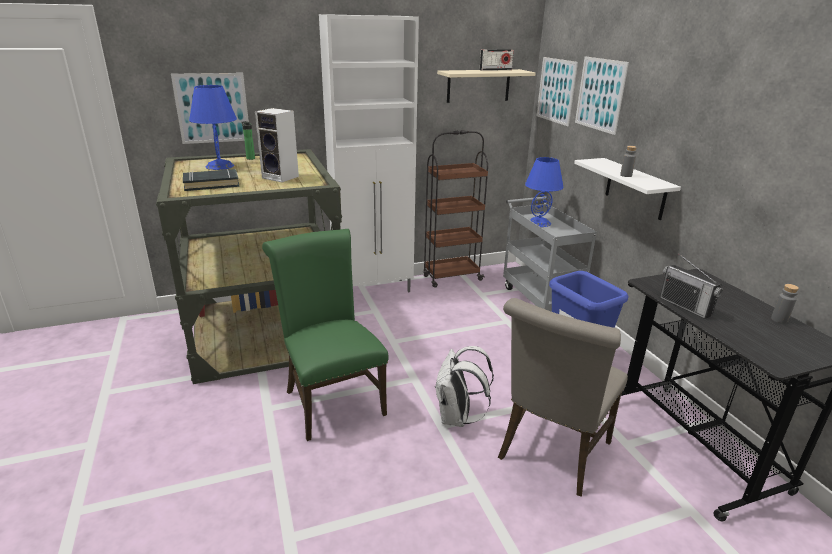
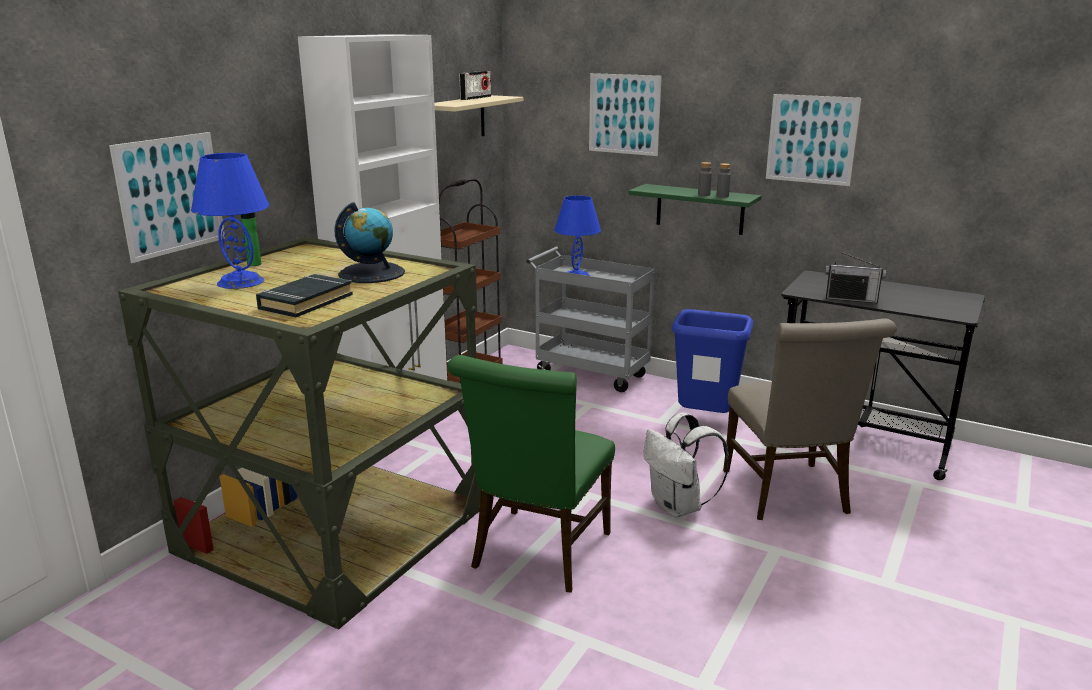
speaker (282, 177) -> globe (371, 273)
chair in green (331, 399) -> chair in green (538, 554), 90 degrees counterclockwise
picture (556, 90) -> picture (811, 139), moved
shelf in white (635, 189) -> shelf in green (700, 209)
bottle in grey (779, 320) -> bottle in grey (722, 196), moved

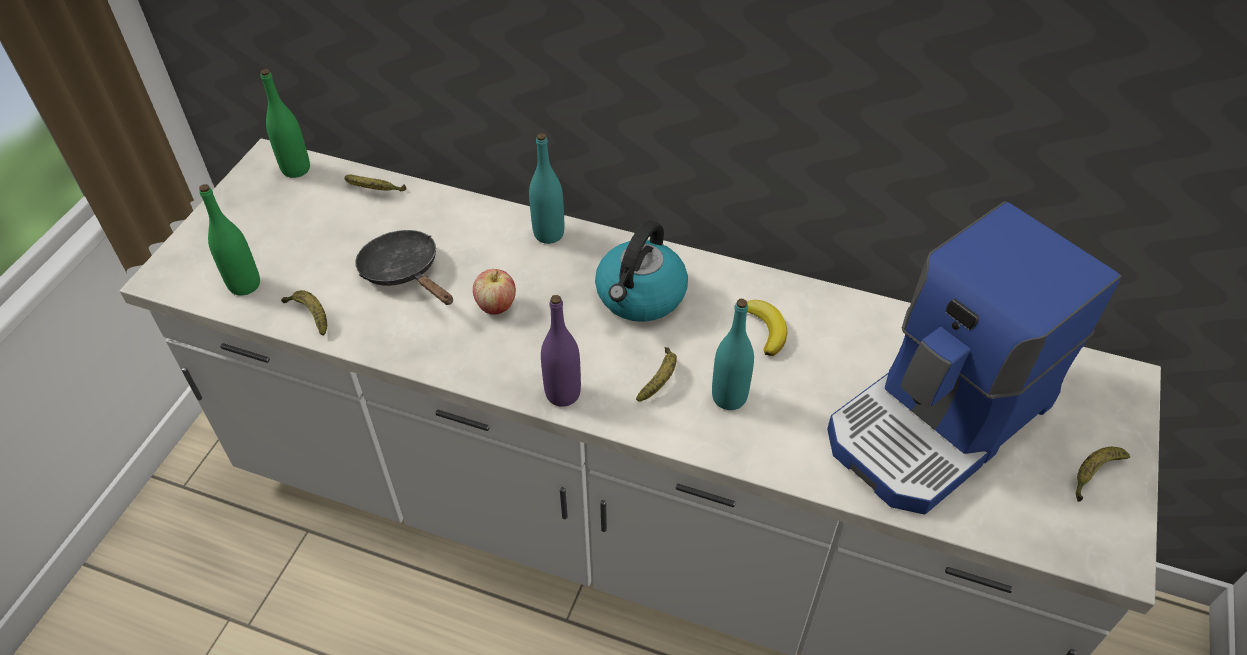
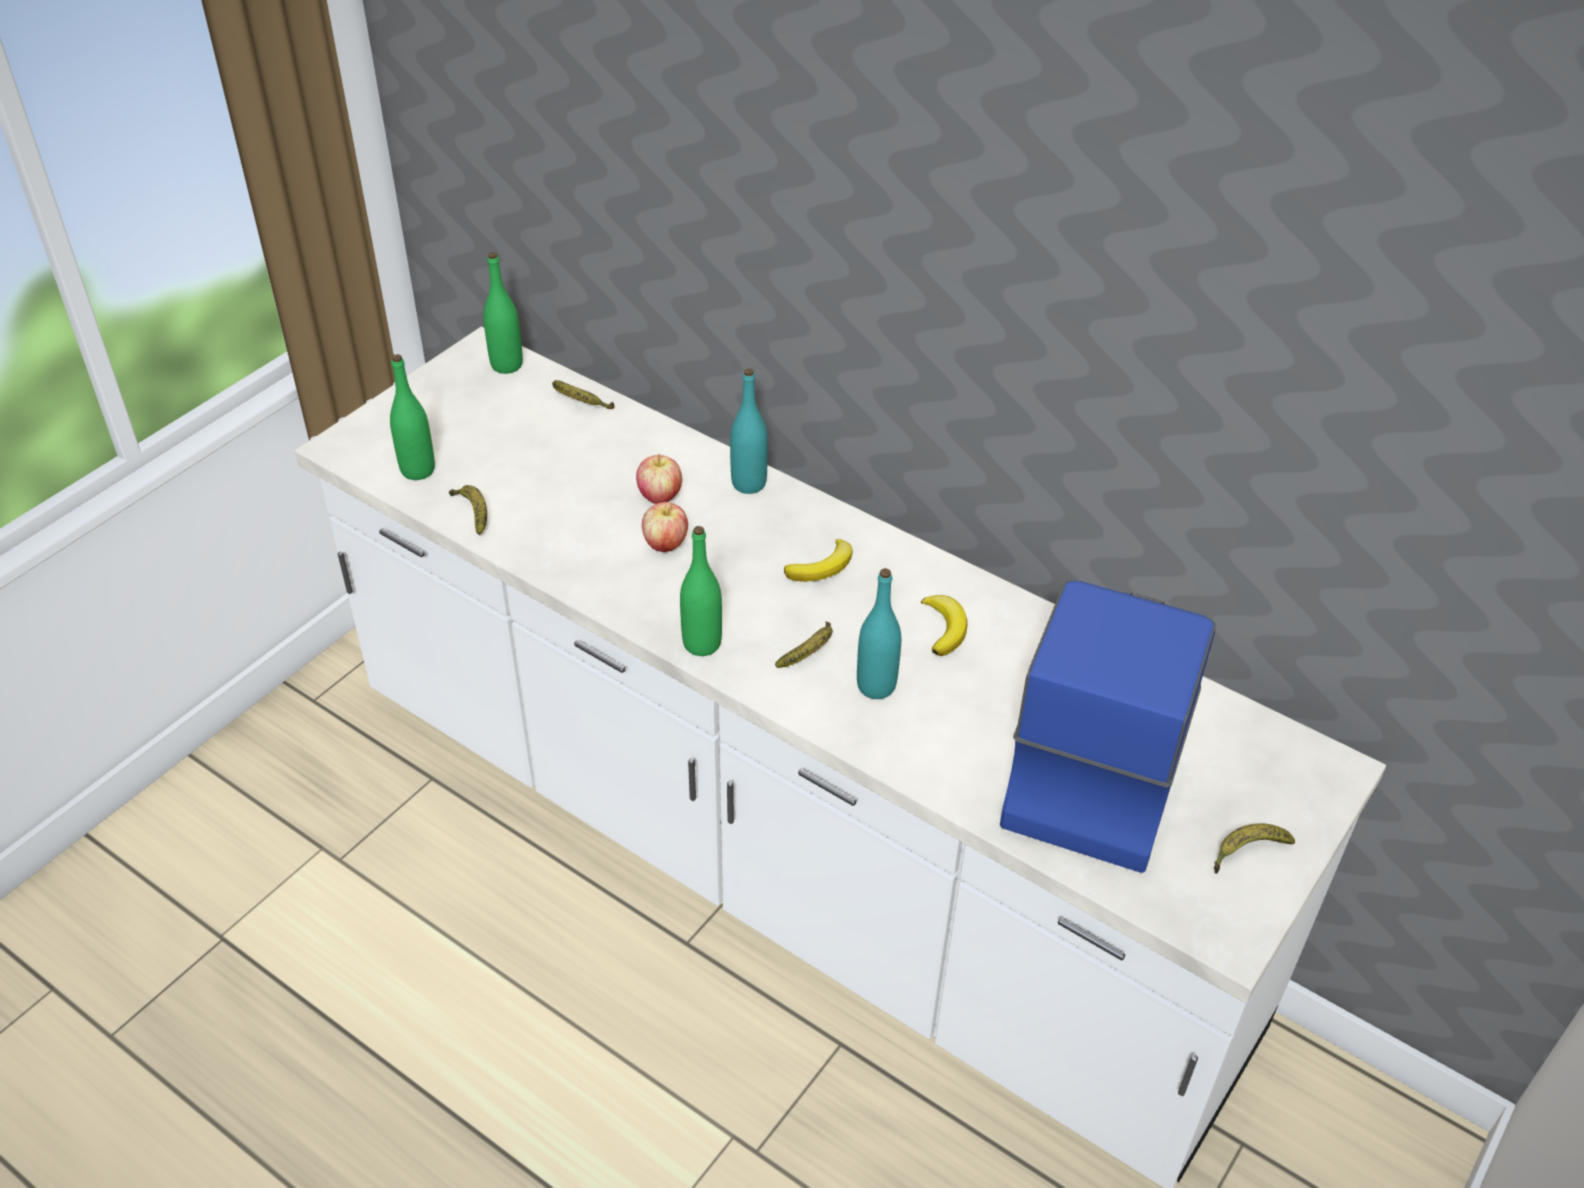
frying pan in black (404, 272) -> none
bottle in purple (563, 393) -> bottle in green (702, 643)
kettle (640, 296) -> banana (822, 566)
coffee machine (939, 422) -> coffee machine (1097, 762), 135 degrees clockwise
none -> apple (660, 496)

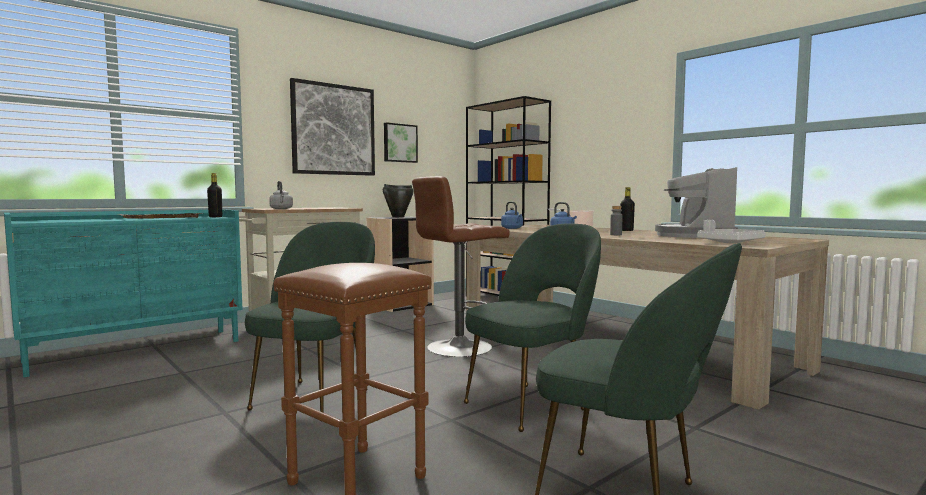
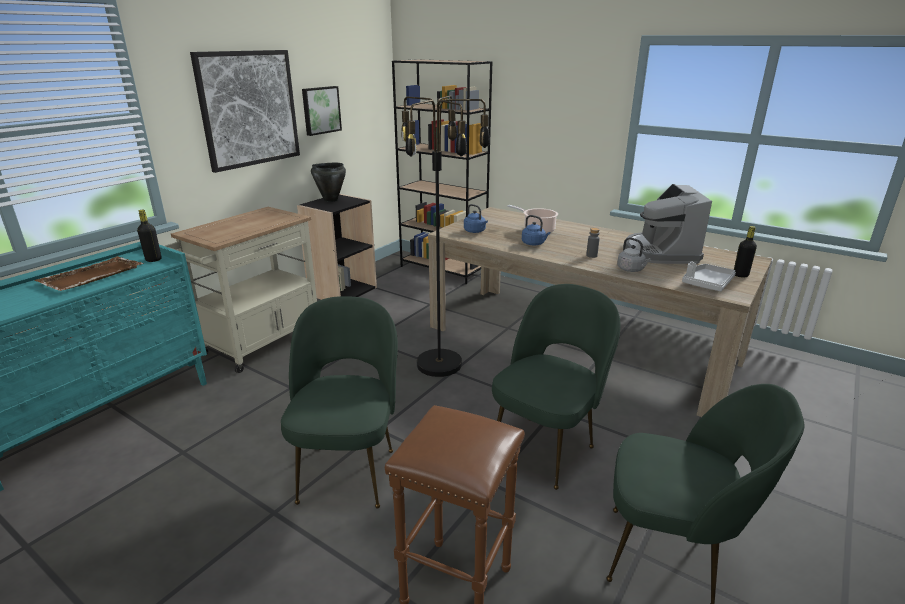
kettle in grey (281, 209) -> kettle in grey (631, 270), moved
stool in brown (458, 347) -> floor lamp (440, 364)
bottle in black (626, 230) -> bottle in black (740, 275), moved

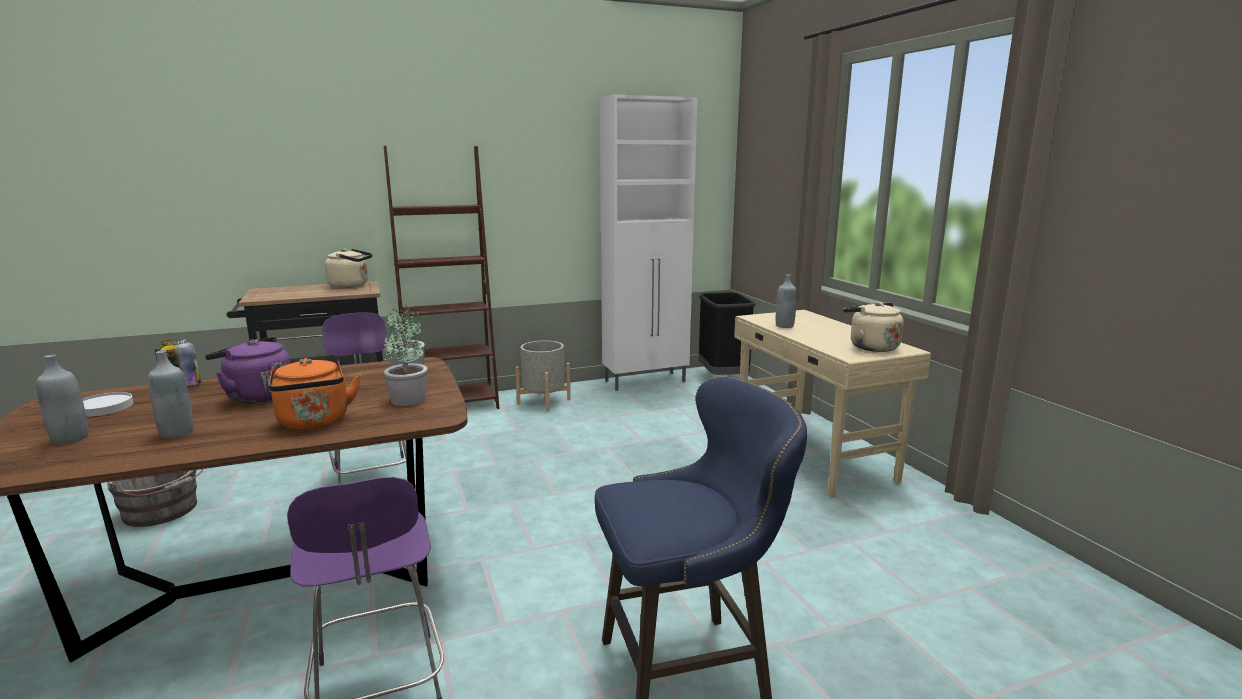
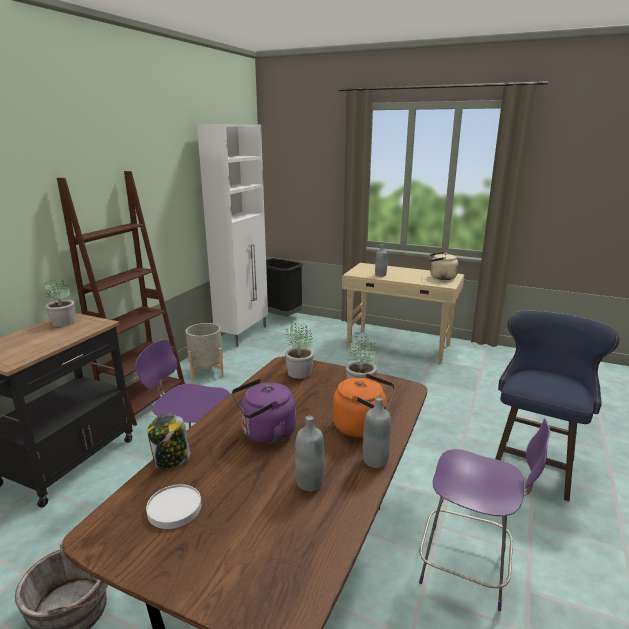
bottle in grey (70, 439) -> bottle in grey (375, 460), moved
kettle in beige (351, 286) -> potted plant (64, 322)

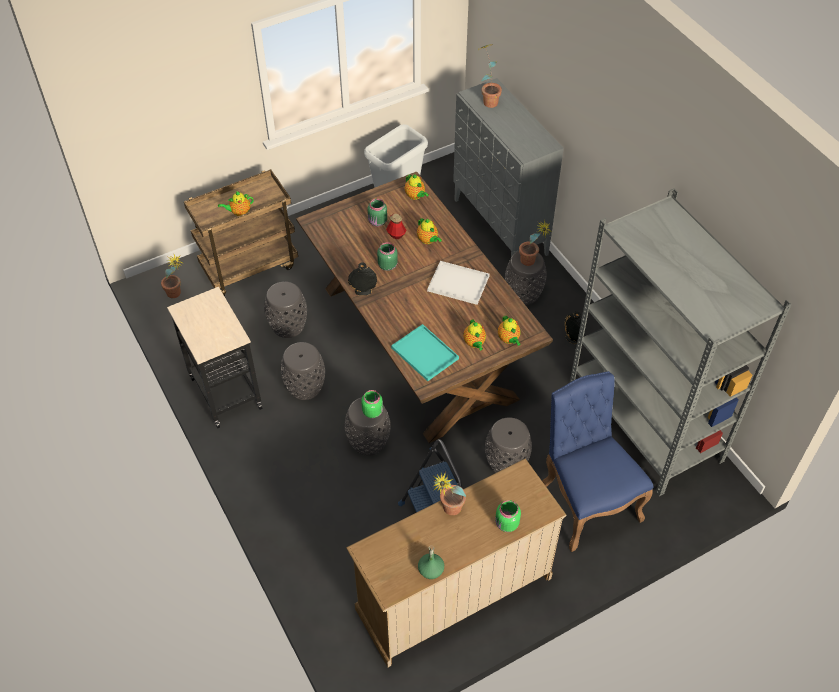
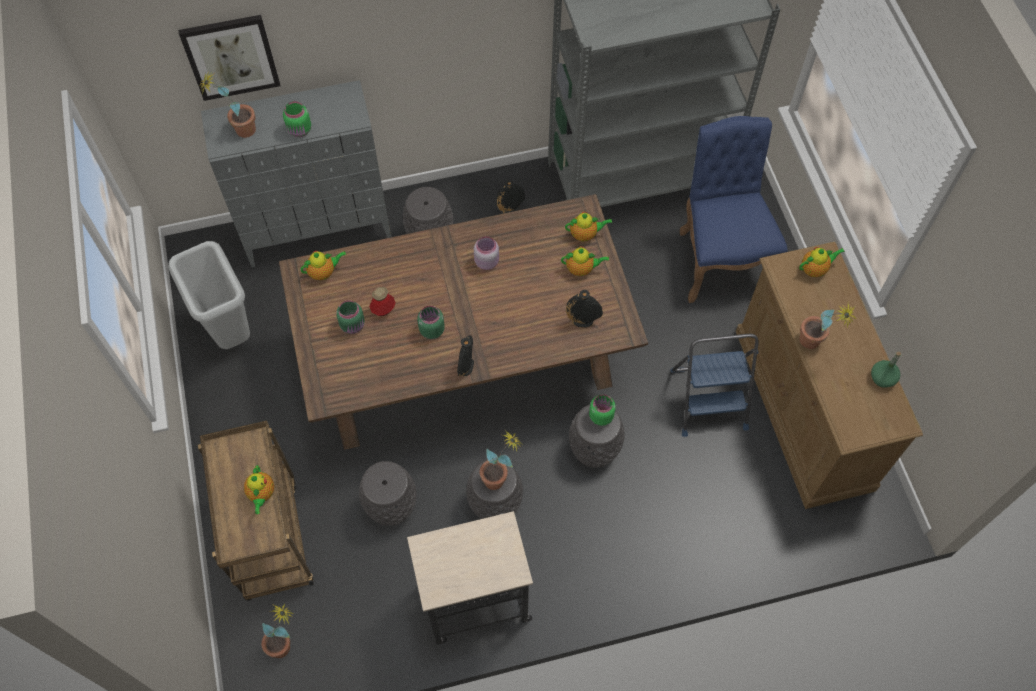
tray in turquoise (426, 353) -> vase in black (583, 321)
teapot (428, 240) -> teapot (815, 269), moved
tray in white (459, 283) -> jar in pink (486, 261)
stool in grey (506, 462) -> none
jar in green (506, 524) -> jar in green (300, 130), moved
potted plant (531, 263) -> potted plant (500, 477), moved
chair in blue (586, 502) -> chair in blue (720, 259), 90 degrees clockwise
none -> picture (231, 57)

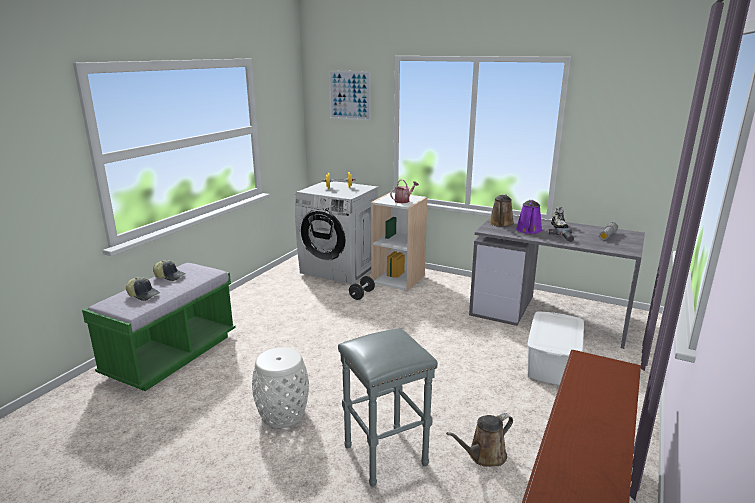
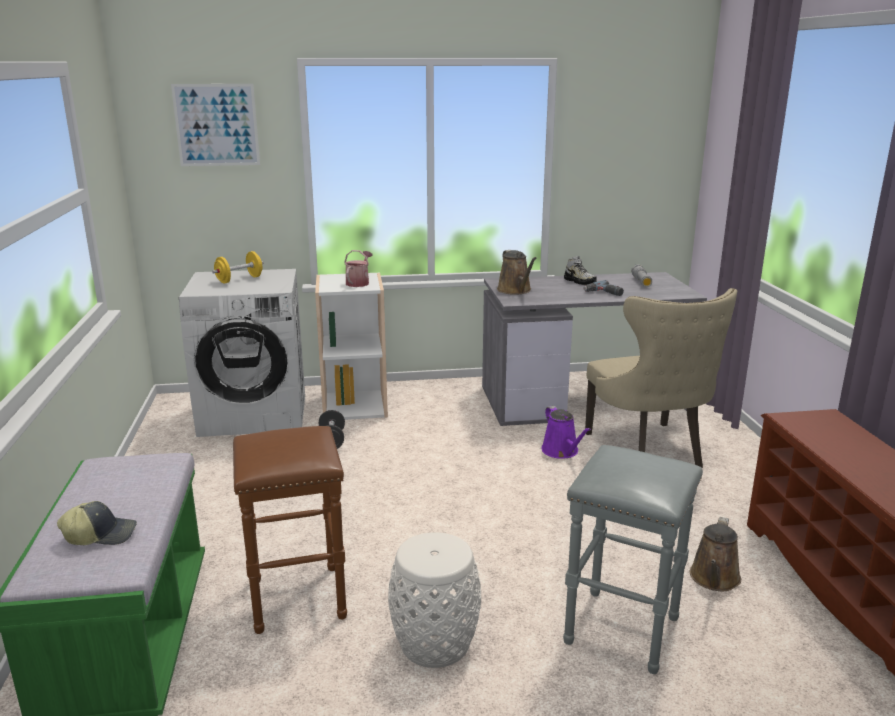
cap (170, 276) -> none
watering can in purple (529, 230) -> watering can in purple (562, 451), moved
storage box in white (552, 362) -> chair in beige (649, 451)
none -> stool in brown (295, 597)

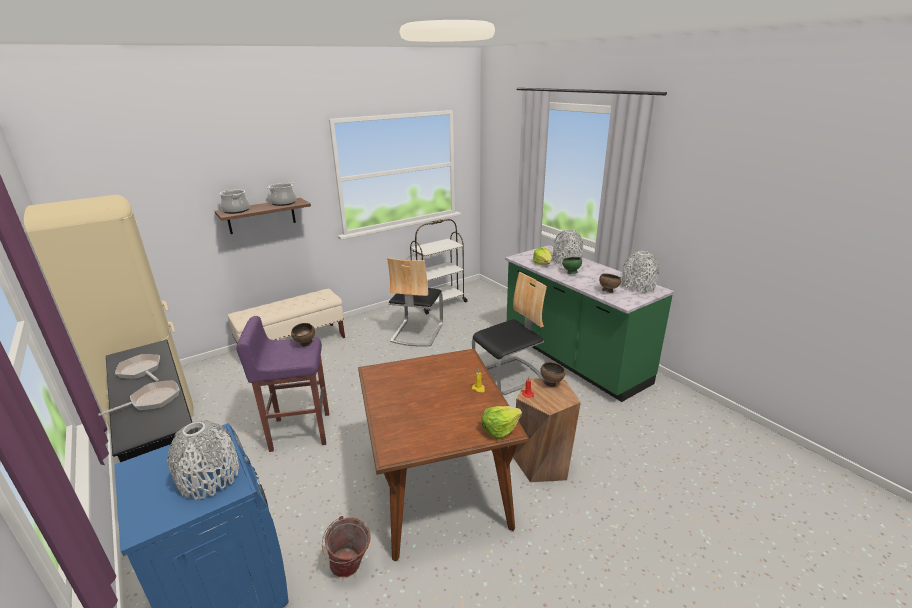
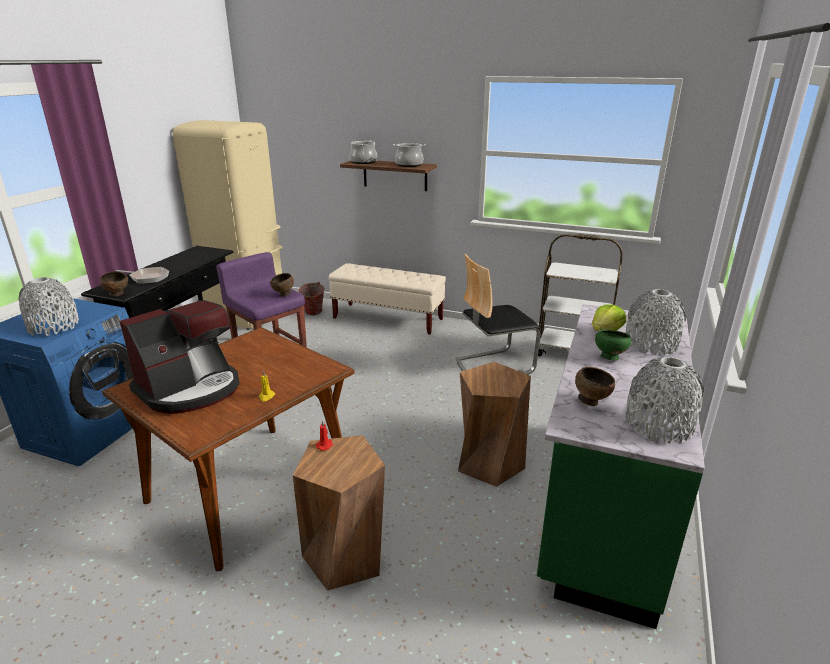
frying pan (141, 370) -> none
bucket (350, 569) -> bucket (312, 313), moved
chair (509, 376) -> stool in brown (489, 462)
lettuce (500, 429) -> none
bowl in brown (551, 384) -> bowl in brown (118, 294), moved
none -> coffee machine (191, 389)

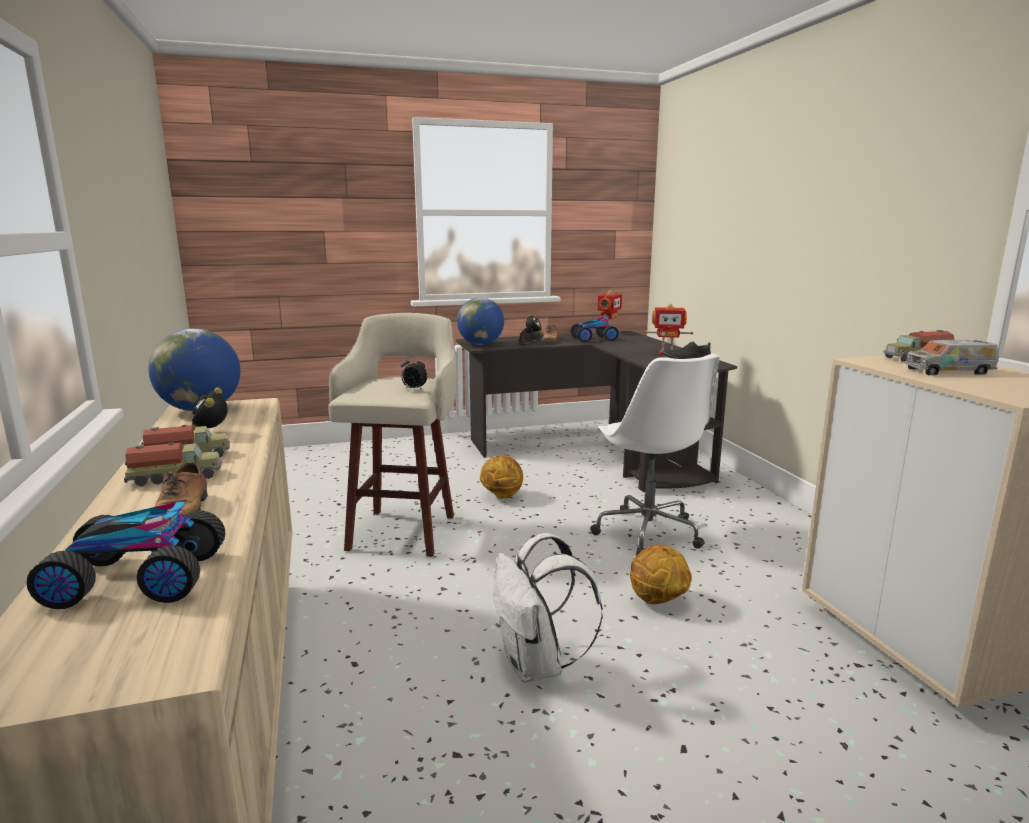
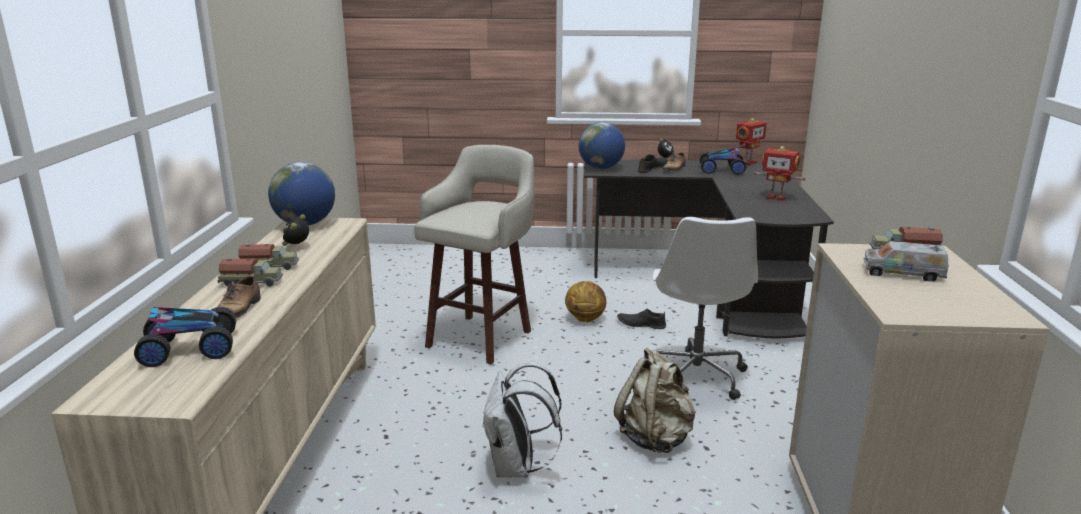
toy car (139, 577) -> toy car (190, 350), 150 degrees clockwise
alarm clock (414, 389) -> none
basketball (657, 600) -> backpack in beige (655, 438)
shoe in black (686, 359) -> shoe in black (641, 324), moved

